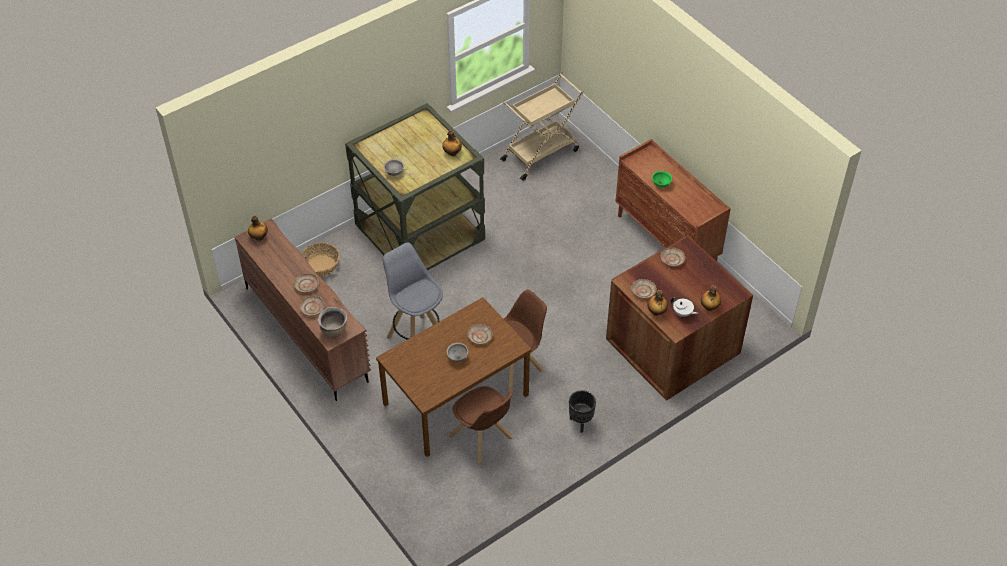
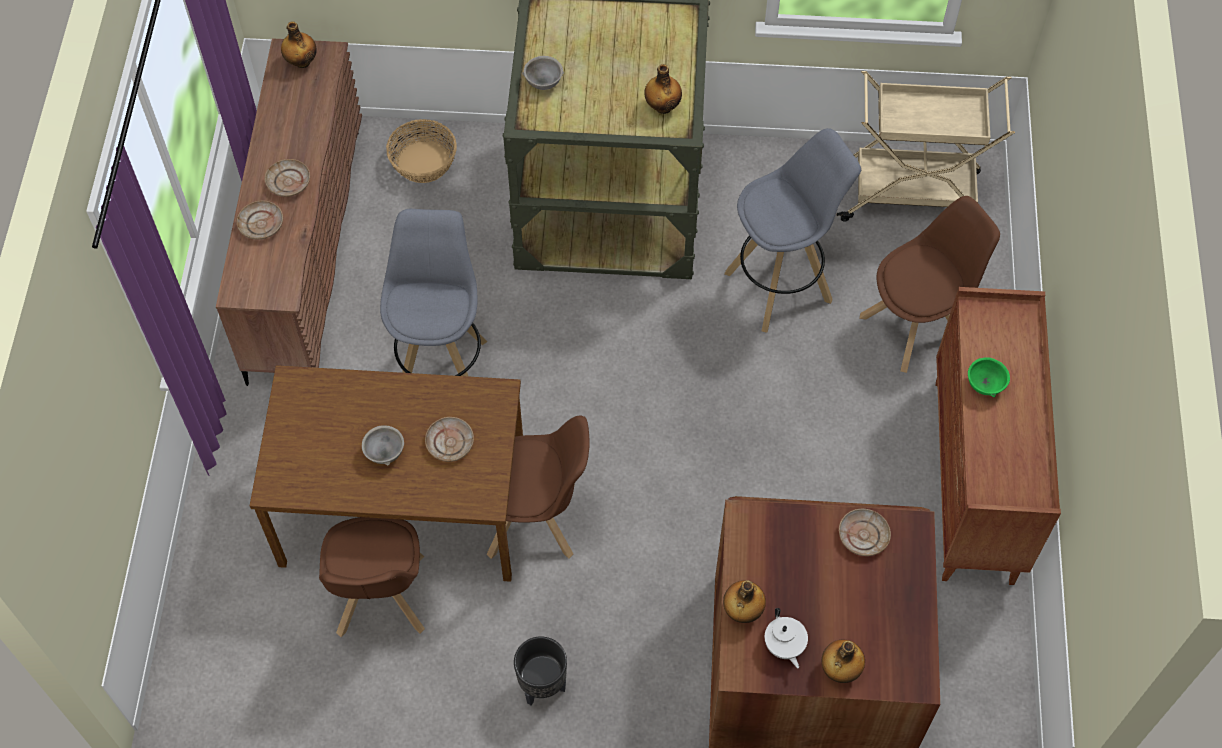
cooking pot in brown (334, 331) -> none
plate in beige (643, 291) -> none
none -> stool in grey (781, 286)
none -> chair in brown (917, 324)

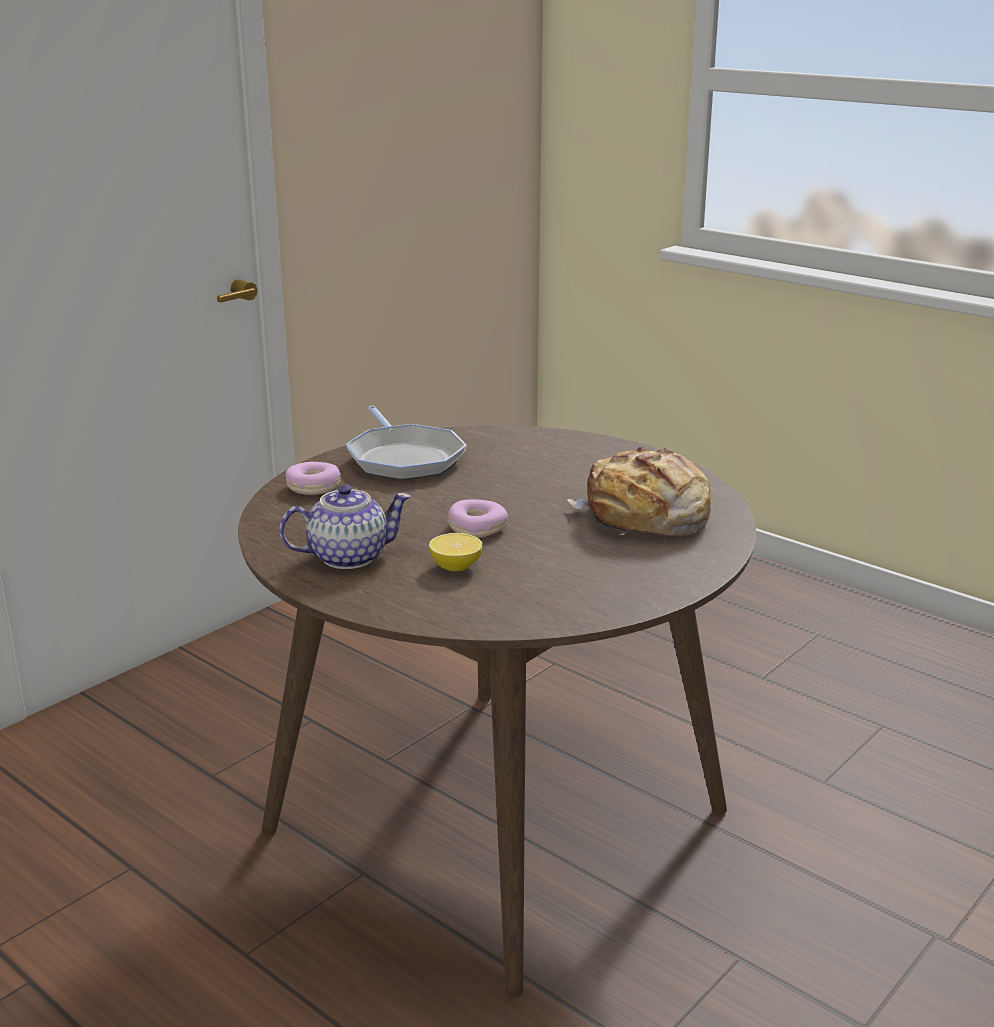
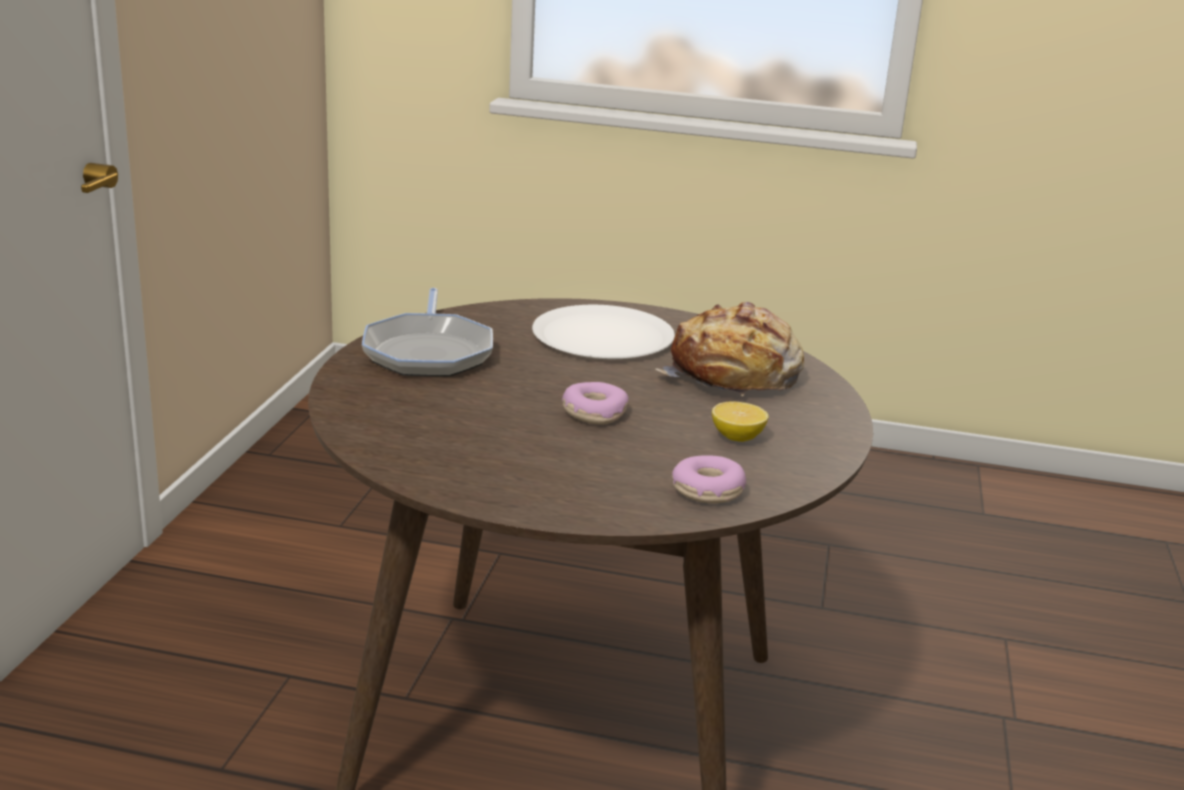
teapot (347, 557) -> none
donut (314, 487) -> donut (708, 491), moved
frying pan (404, 458) -> frying pan (428, 352), 45 degrees clockwise
lemon (456, 567) -> lemon (737, 437), moved
none -> plate in white (603, 336)

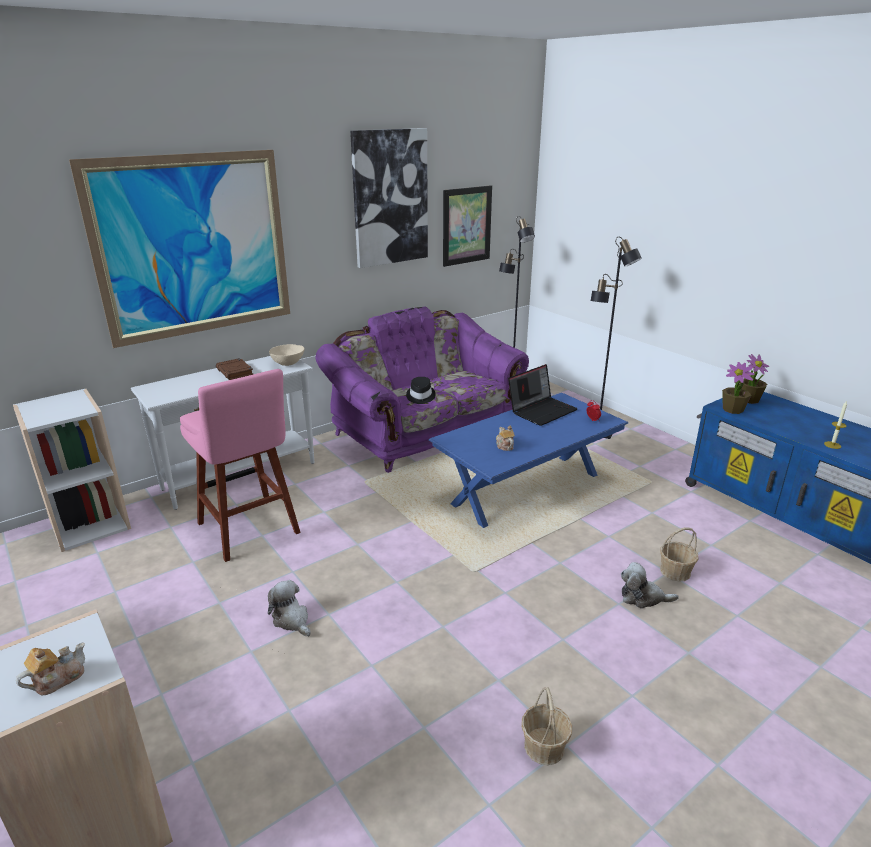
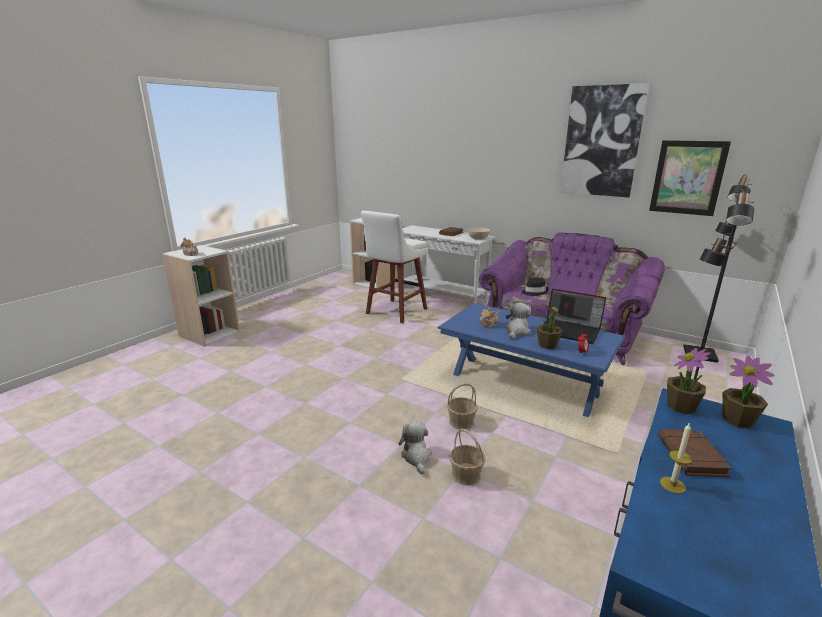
picture (194, 246) -> none
stool in pink (249, 529) -> stool in white (395, 311)
plush toy (292, 620) -> plush toy (517, 331), moved
basket (544, 746) -> basket (461, 422), moved
none -> potted plant (547, 345)
none -> book in brown (692, 457)

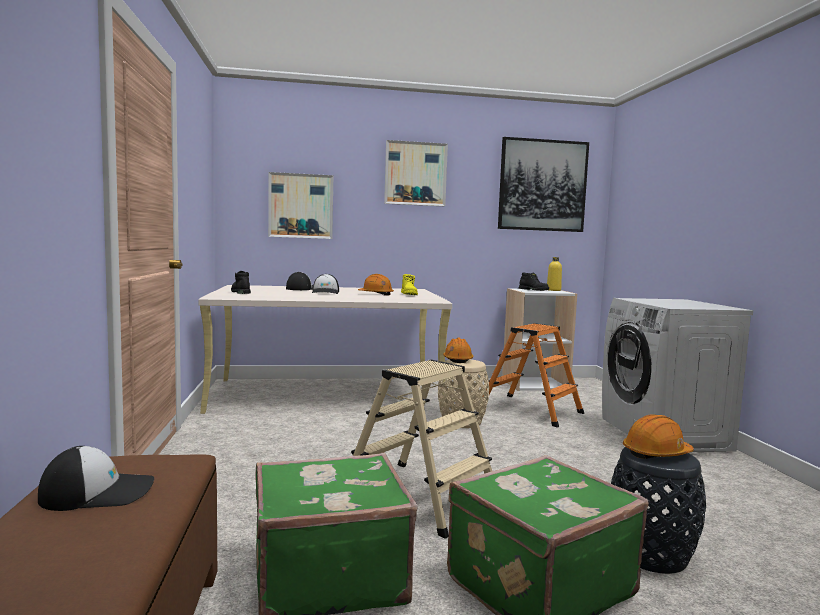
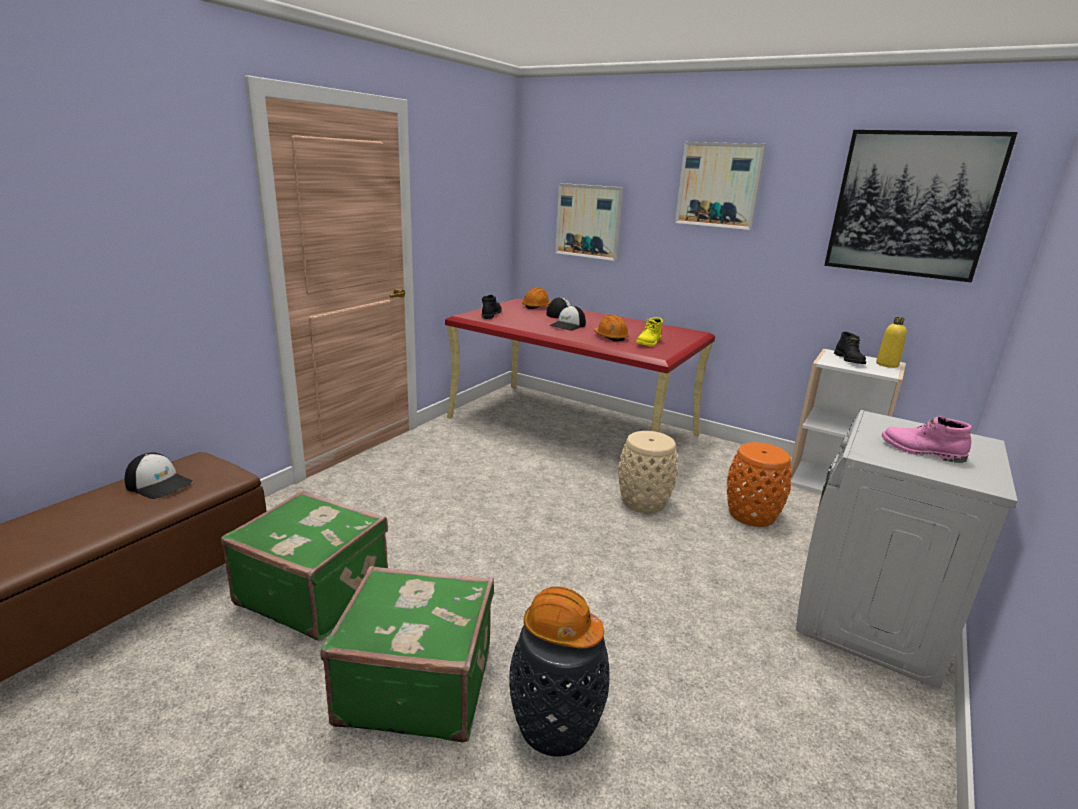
desk in beige (328, 394) -> desk in red (572, 426)
step ladder in beige (419, 496) -> none
hard hat in orange (457, 359) -> hard hat in orange (537, 307), moved
step ladder in orange (530, 410) -> stool in orange (752, 514)
none -> boot in pink (921, 451)

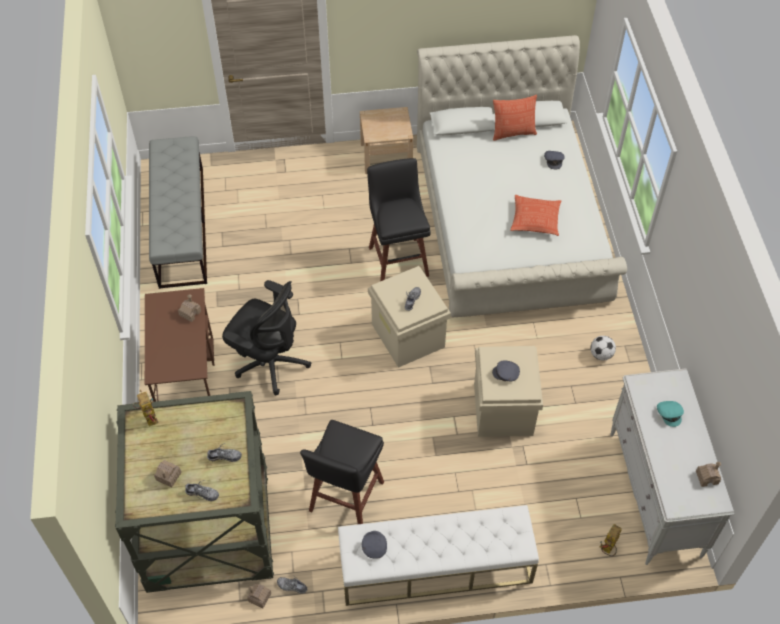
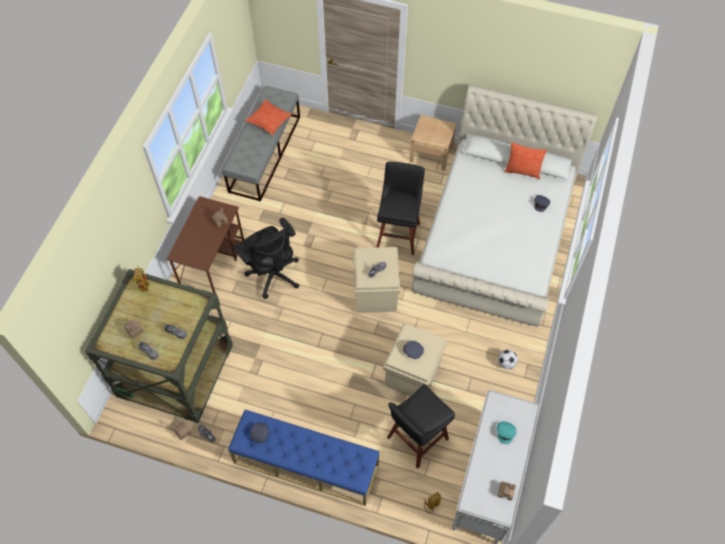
stool in black (345, 498) -> stool in black (416, 439), moved
bench in white (435, 567) -> bench in blue (305, 464)
pillow in orange (535, 220) -> pillow in orange (269, 121), moved

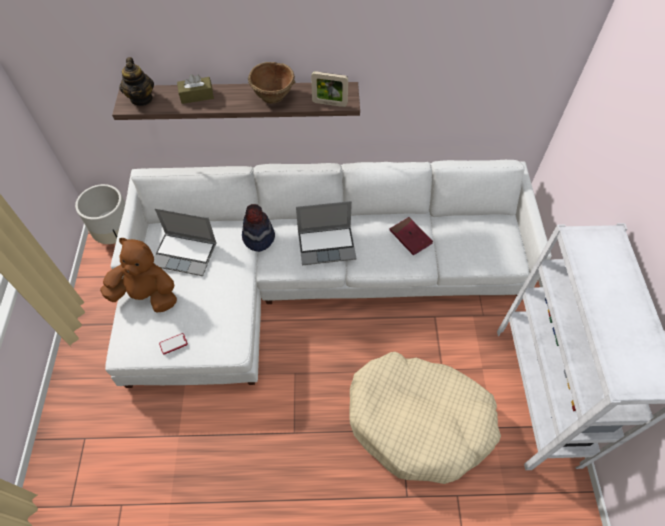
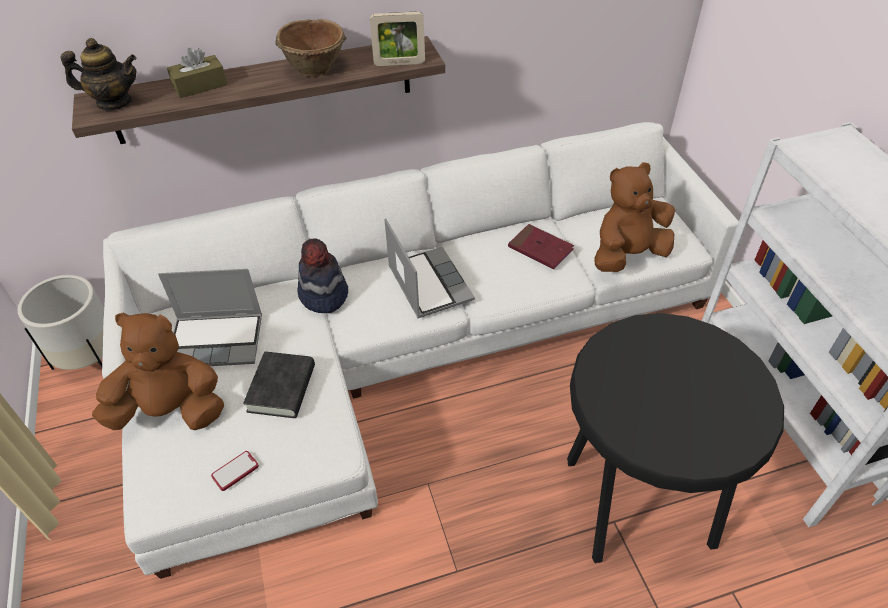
teapot (142, 98) -> teapot (114, 102), 60 degrees counterclockwise
laptop (327, 245) -> laptop (428, 283), 90 degrees counterclockwise
dog bed in beige (418, 421) -> stool in black (634, 501)
none -> book in black (282, 388)
none -> plush toy in brown (627, 255)

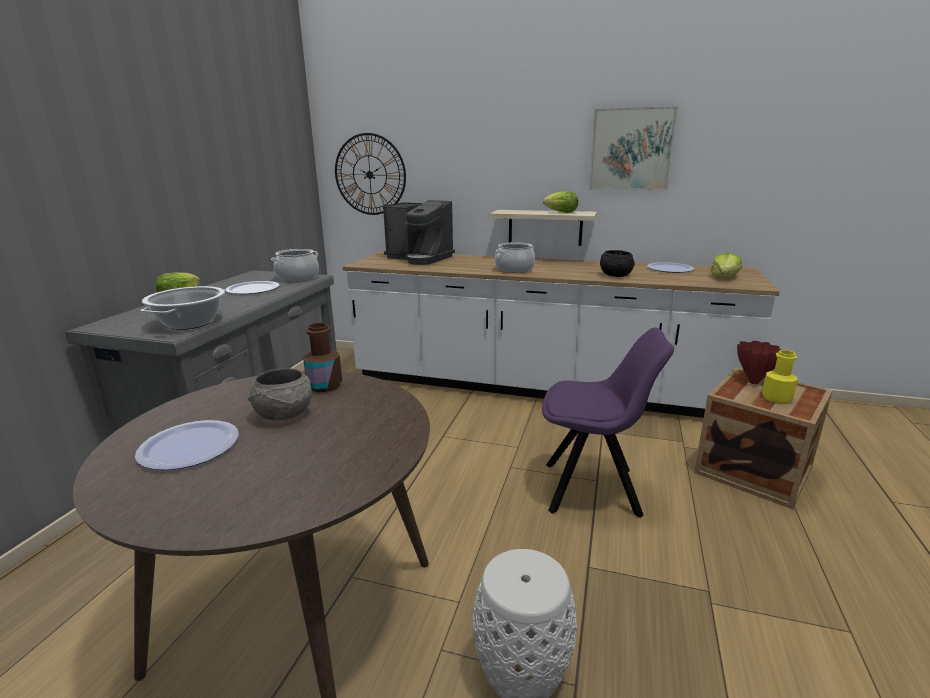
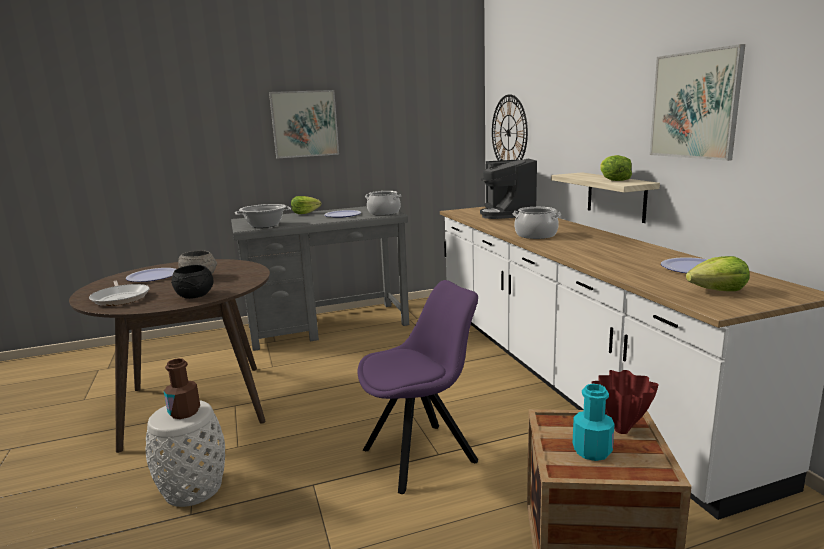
bottle in brown (324, 385) -> bottle in brown (184, 412), moved
chair in purple (592, 489) -> chair in purple (420, 456), 90 degrees counterclockwise
bowl in black (615, 275) -> bowl in black (195, 295), moved
bottle in yellow (776, 398) -> bottle in turquoise (592, 451)
none -> frying pan (121, 298)
none -> picture (304, 124)

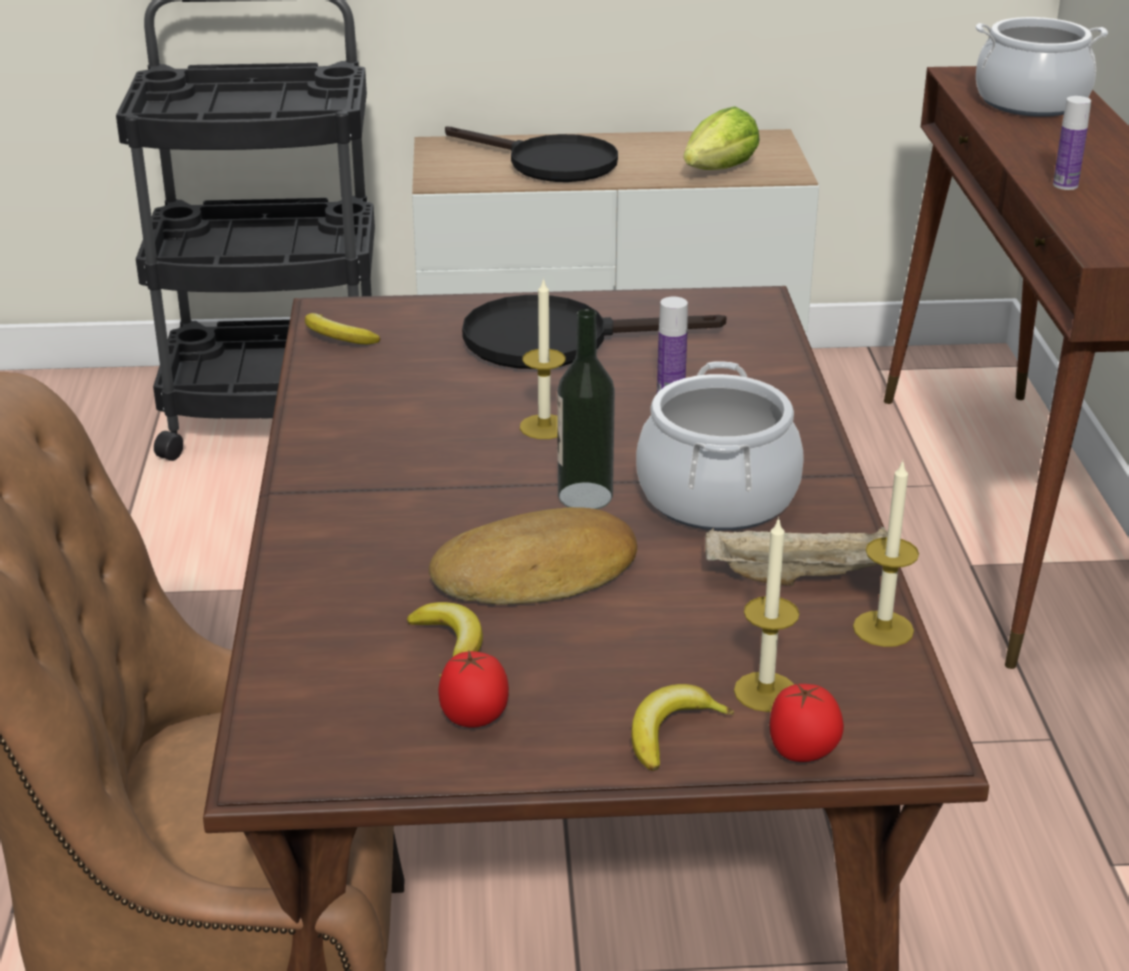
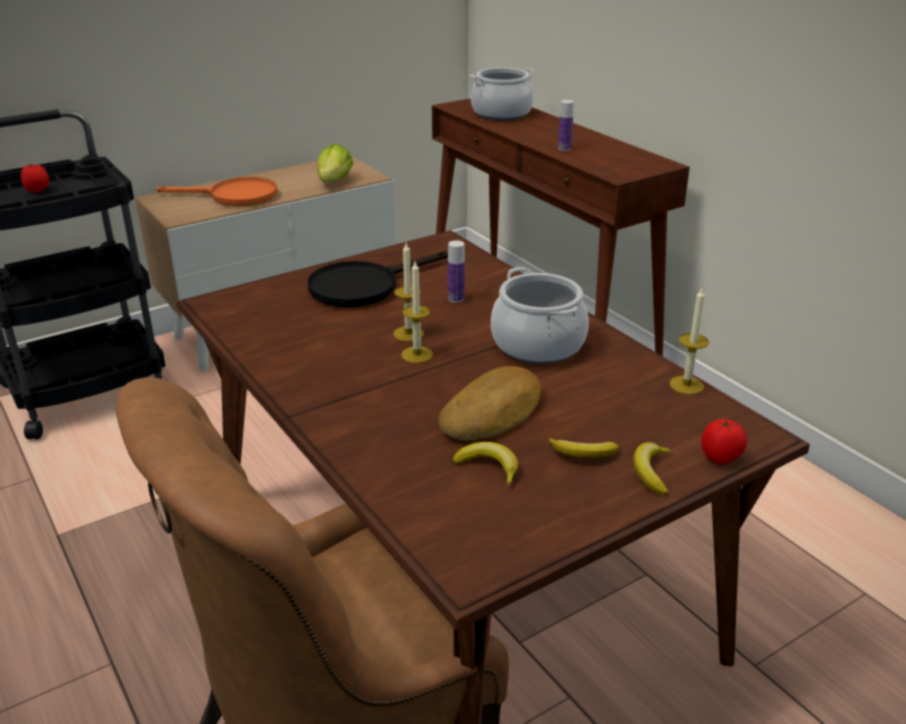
banana (337, 338) -> banana (583, 454), moved
tomato (474, 719) -> tomato (38, 191), moved
frying pan in black (549, 163) -> frying pan in orange (234, 196)
bottle (585, 496) -> none
tray in beige (802, 577) -> none
candle (765, 692) -> candle (417, 354), moved

